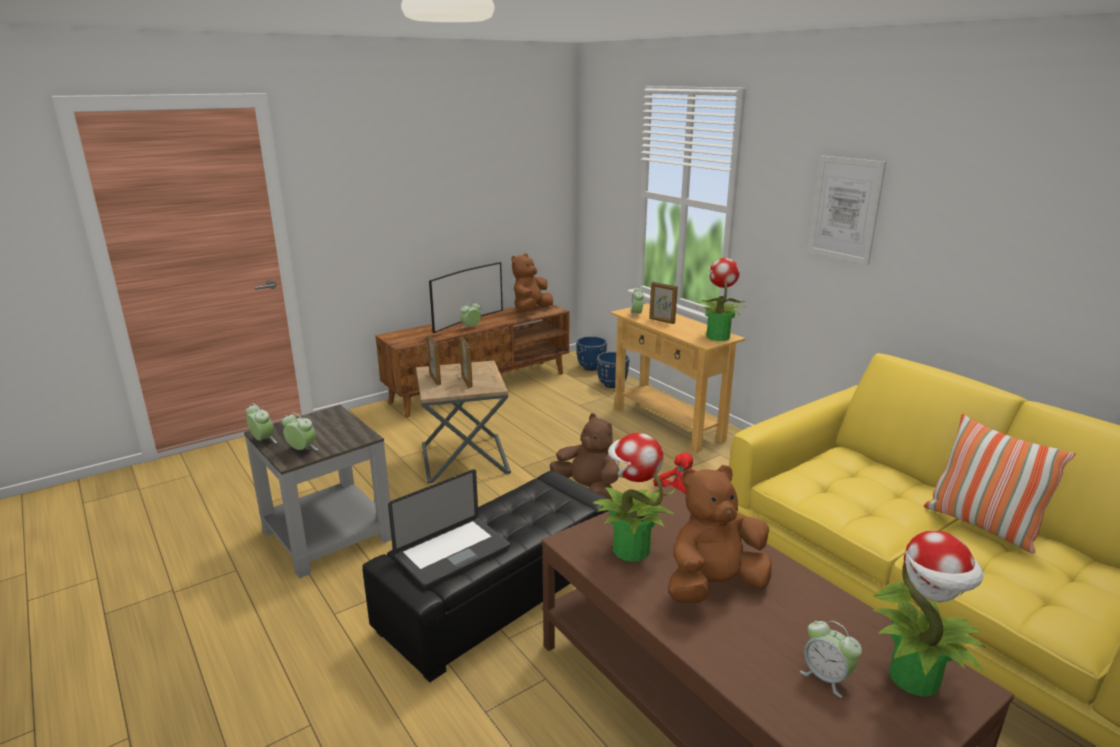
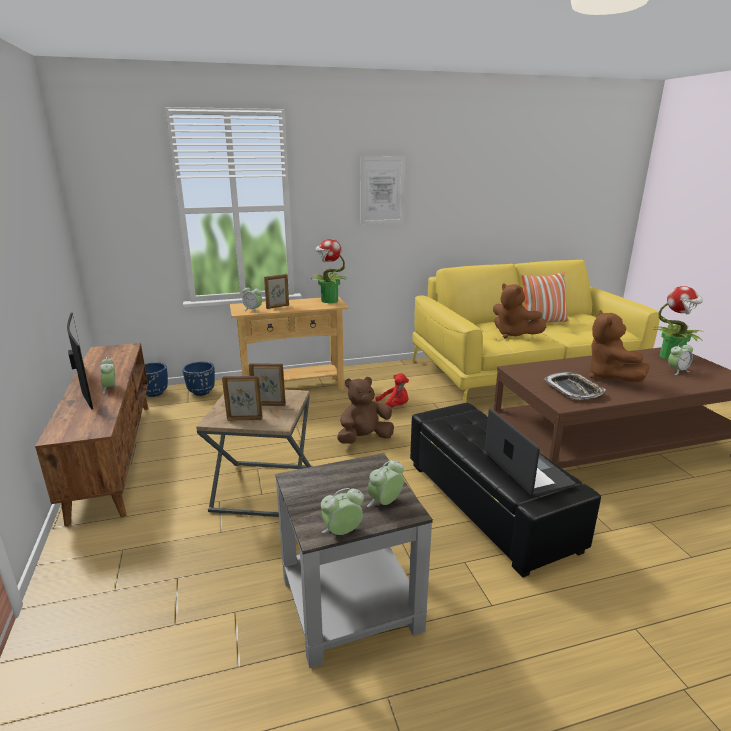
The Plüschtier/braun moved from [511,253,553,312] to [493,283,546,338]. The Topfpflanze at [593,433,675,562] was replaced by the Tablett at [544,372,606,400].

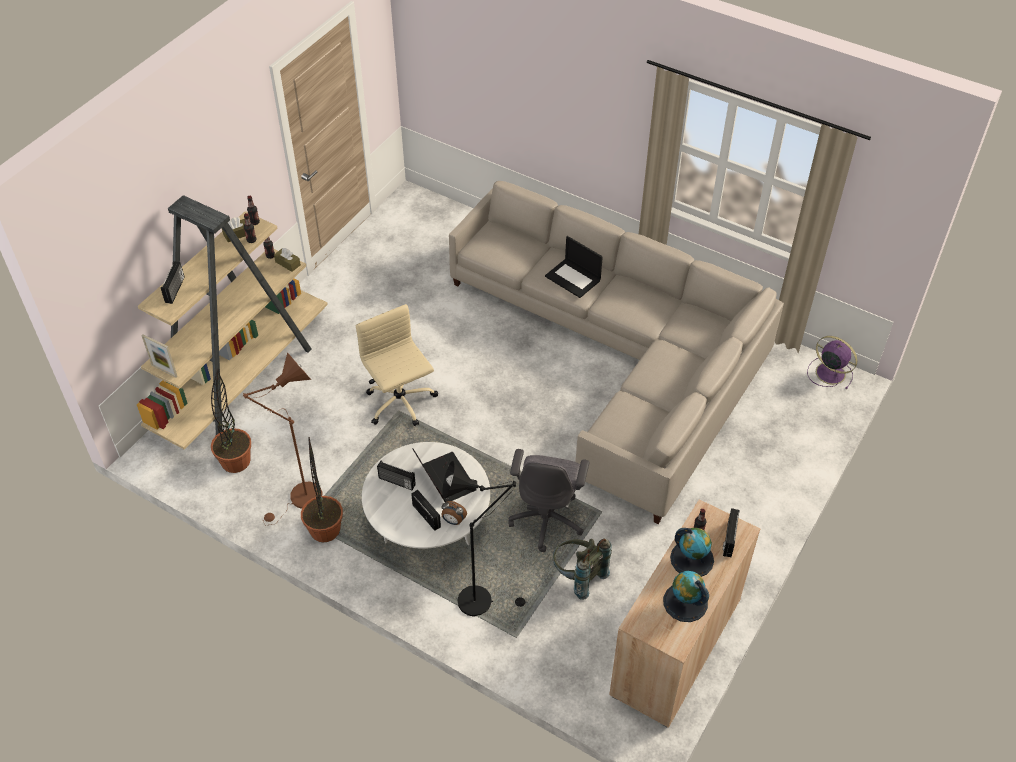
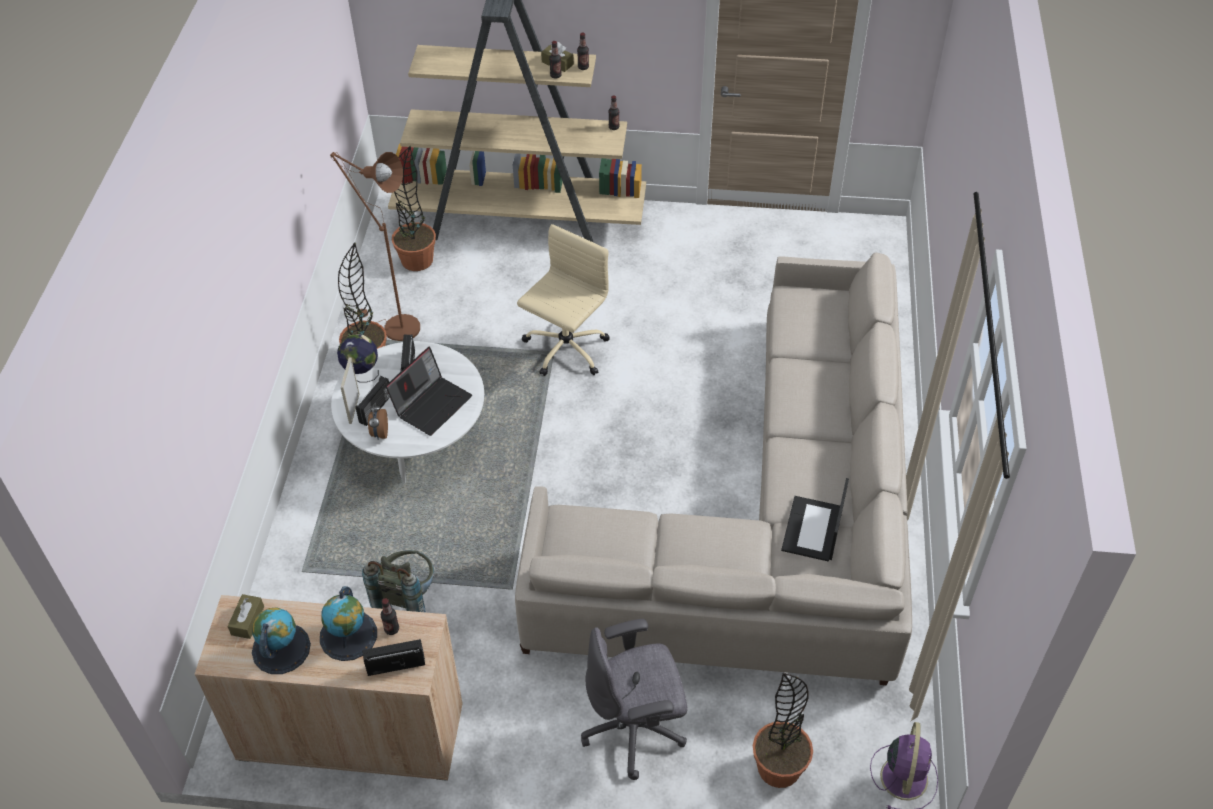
The Laptop moved from [545,236,603,298] to [781,478,849,561]. The Taschentuchbox/braun moved from [274,248,301,272] to [227,594,264,639]. The Radio at [161,261,185,304] disappeared. The Bilderrahmen moved from [141,334,178,378] to [340,357,359,424]. The Bürostuhl/grau moved from [509,449,589,552] to [581,619,687,780]. The Stehlampe/schwarz at [442,461,526,617] disappeared. The Globus at [337,334,379,383] appeared. The Topfpflanze at [753,673,813,788] appeared.

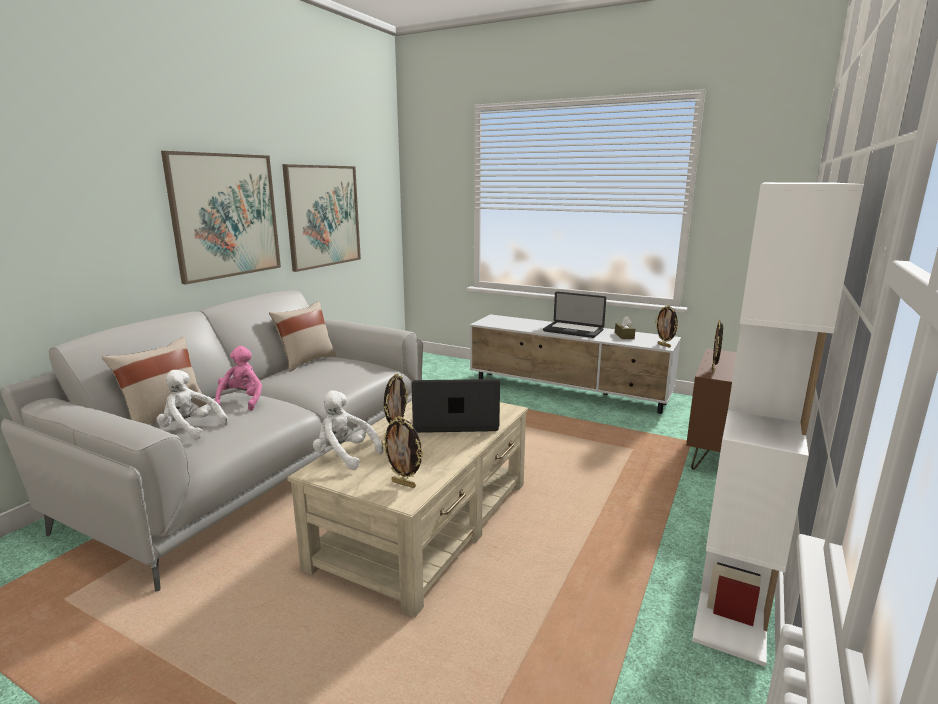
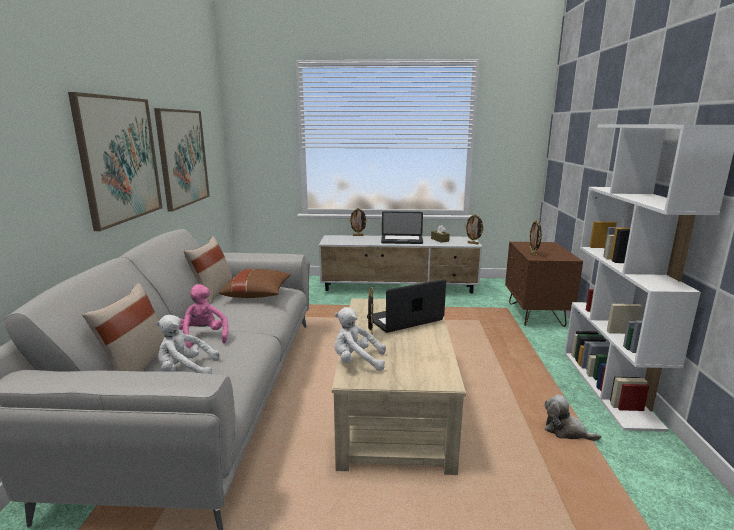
The Bilderrahmen moved from [381,417,423,488] to [349,208,367,236]. The Kissen/braun at [219,269,291,298] appeared. The Plüschtier at [544,394,601,441] appeared.

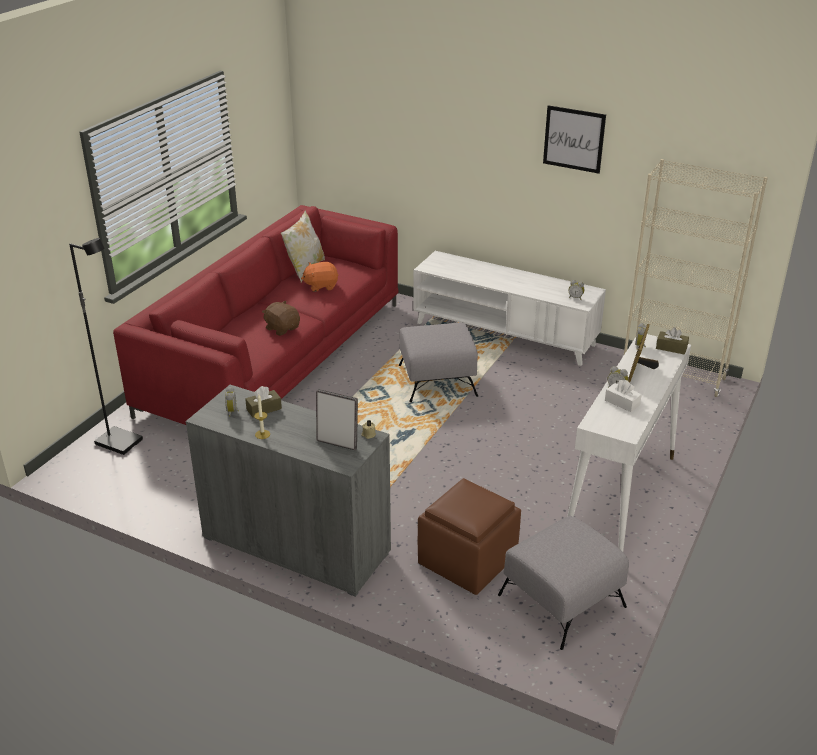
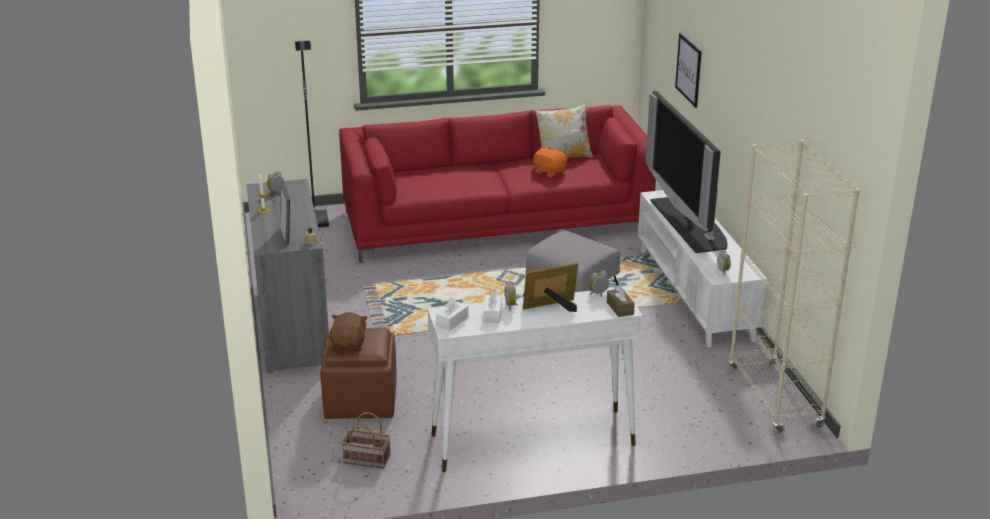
The Bild moved from [543,105,606,174] to [675,33,702,108]. The Plüschtier/braun moved from [262,300,300,336] to [330,312,368,351]. The Taschentuchbox/braun at [245,386,282,418] disappeared. The Polsterhocker/grau at [498,516,629,650] was replaced by the Korb at [341,412,390,469]. The Fernseher at [645,91,728,253] appeared. The Taschentuchbox/weiß at [436,297,469,331] appeared.

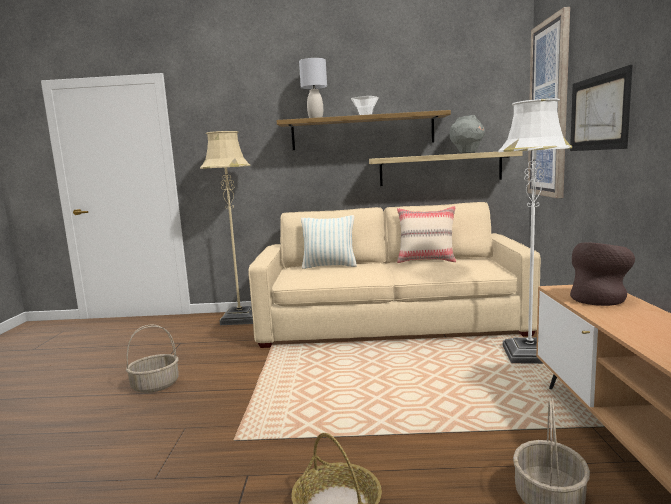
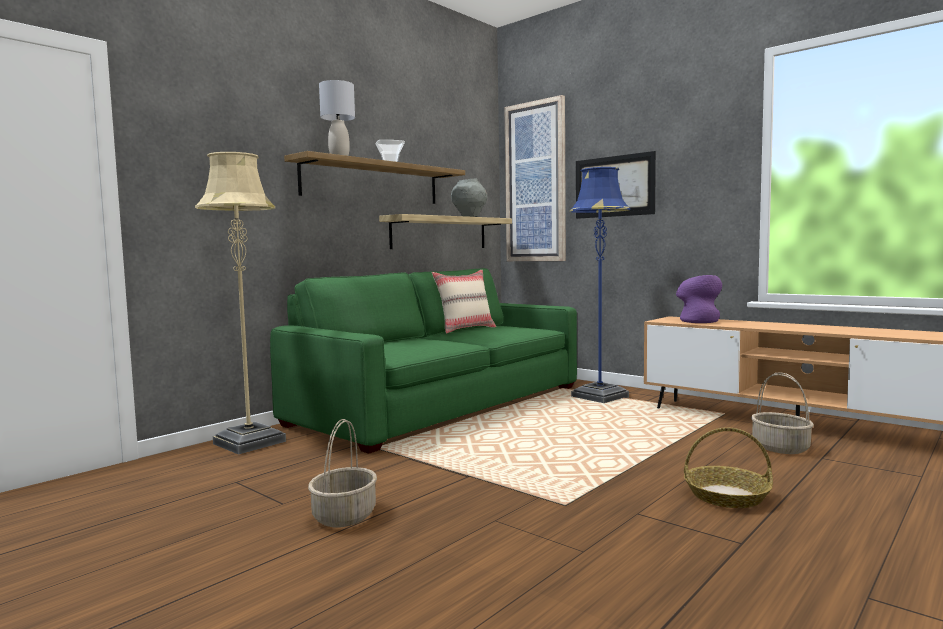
The Stehlampe/weiß at [498,98,572,364] became the Stehlampe/blau at [570,167,630,403]. The Sofa/beige at [248,202,541,348] became the Sofa/grün at [270,268,577,454]. The Kissen at [301,215,357,269] disappeared. The Vase/braun at [570,243,635,306] became the Vase/lila at [676,275,722,323].

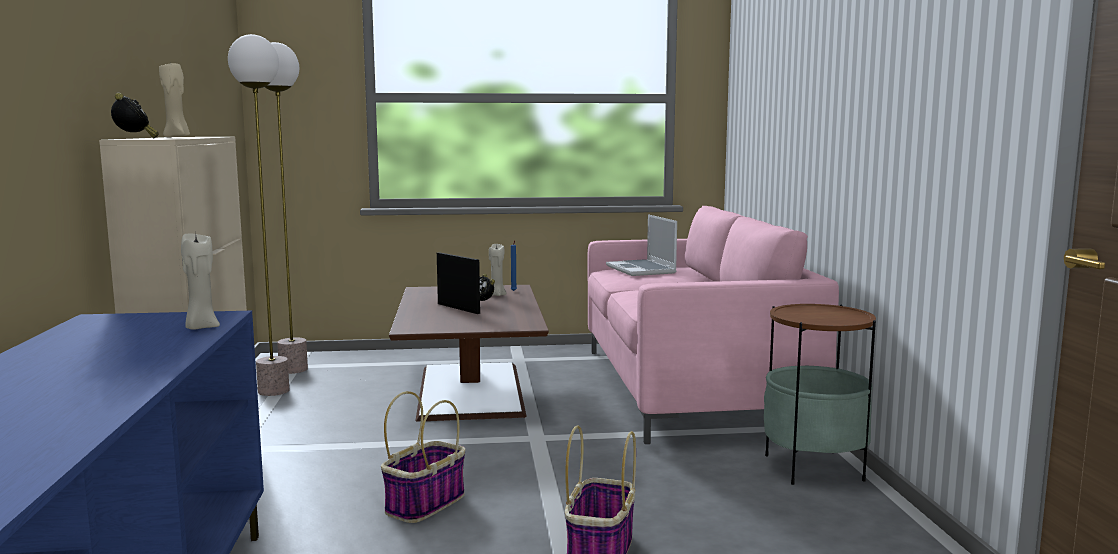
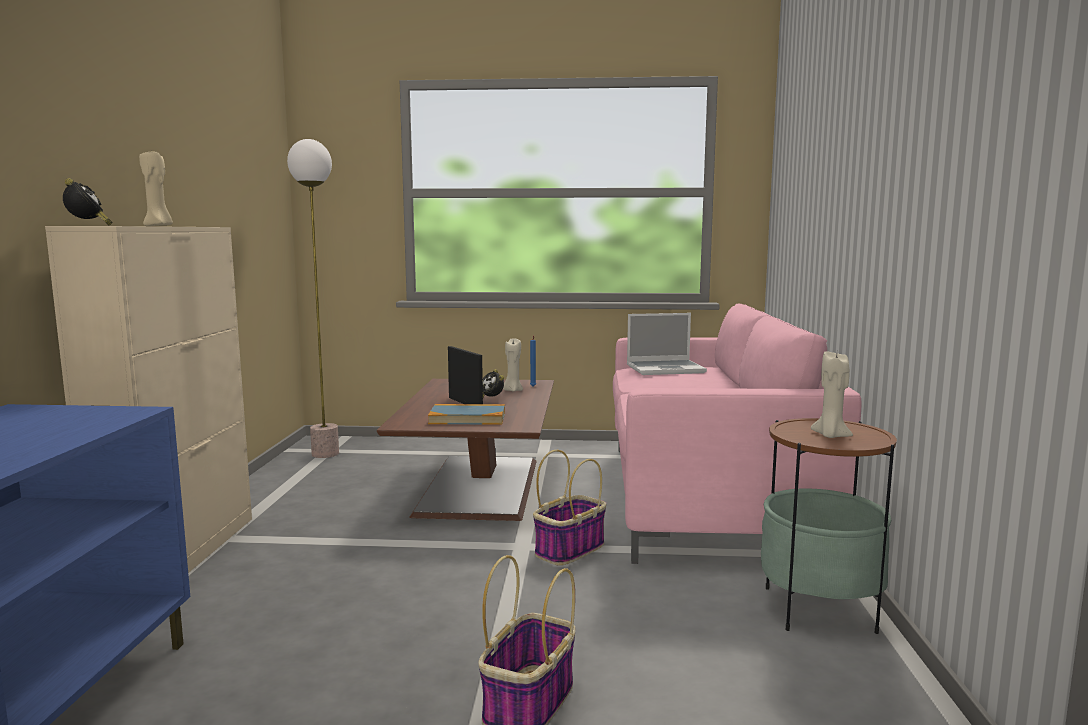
The Stehlampe at [228,34,289,396] disappeared. The Laptop at [606,214,677,276] turned 90 degrees counterclockwise. The Kerze/beige moved from [181,234,220,330] to [811,351,853,438]. The Korb moved from [381,391,466,523] to [533,450,606,566]. The Buch at [428,404,505,424] appeared.

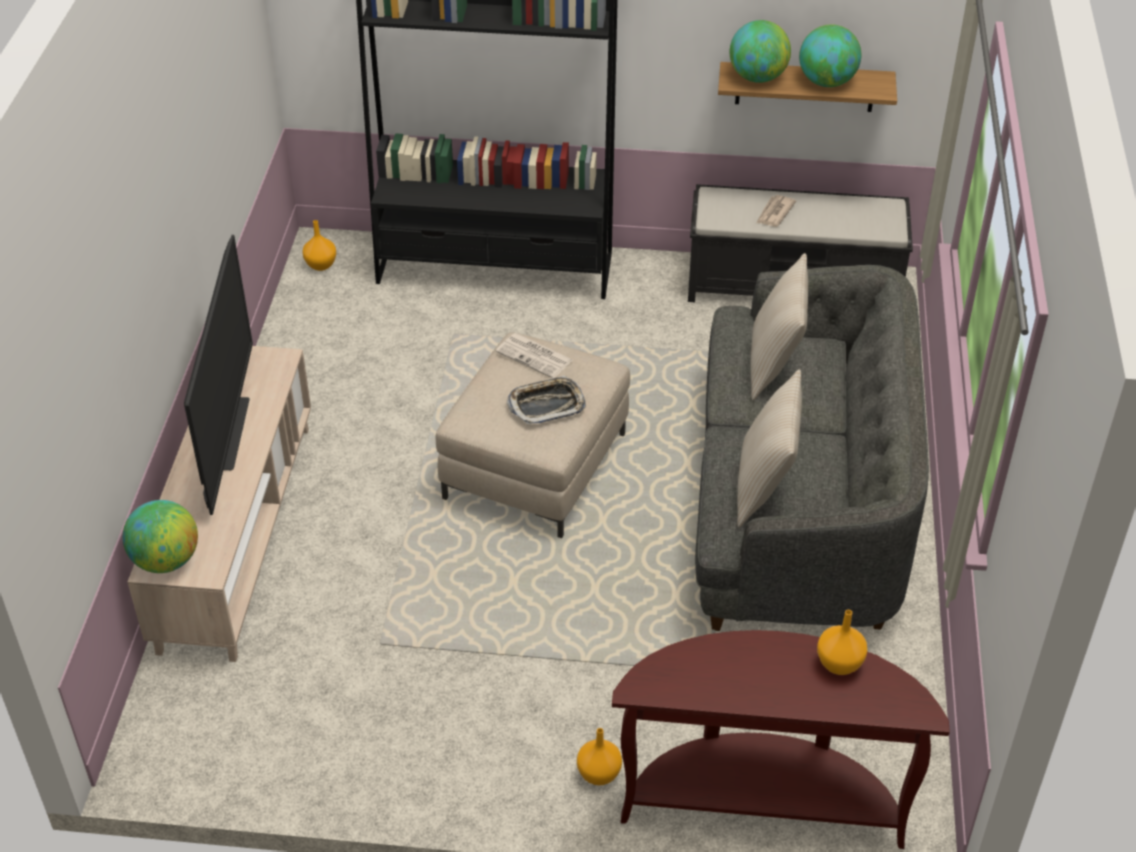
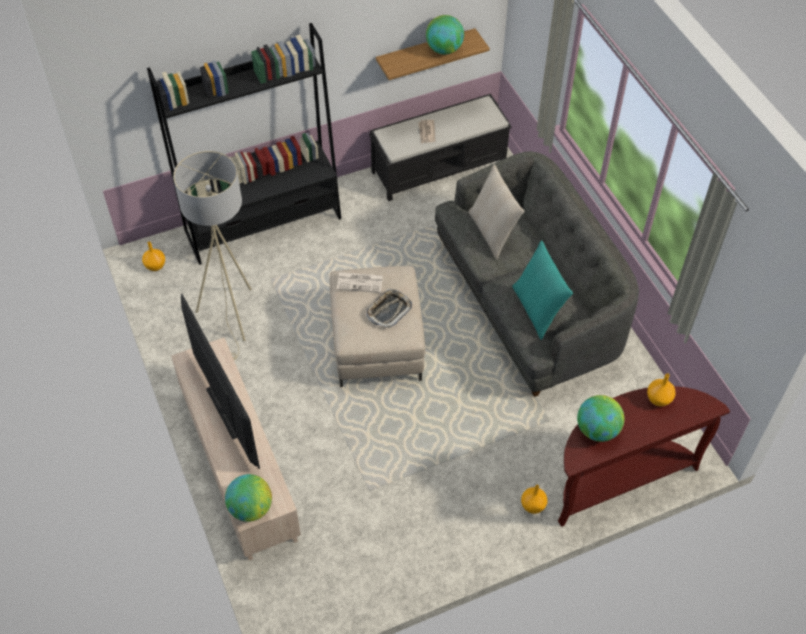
The Globus moved from [730,20,791,83] to [577,395,624,442]. The Kissen/beige at [737,369,802,527] became the Kissen/türkis at [512,240,573,340]. The Stehlampe/beige at [173,151,252,360] appeared.

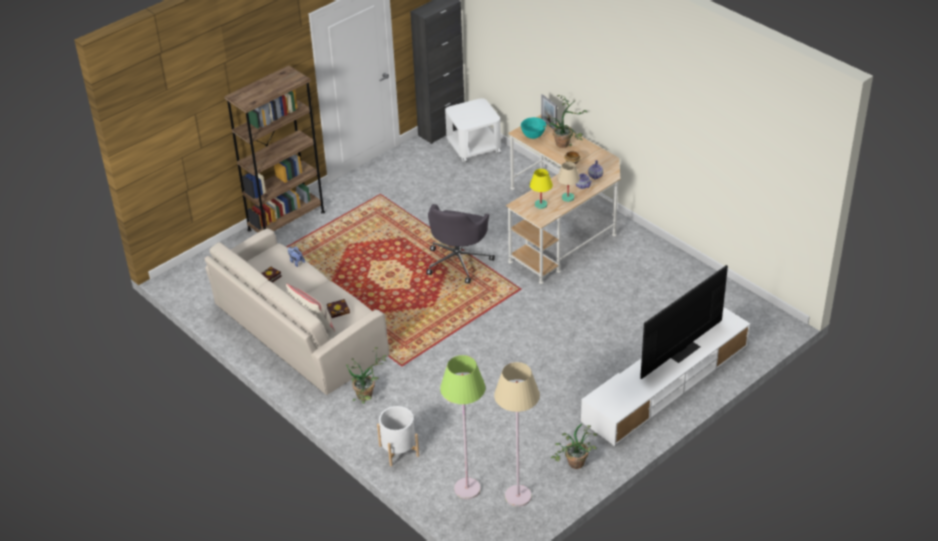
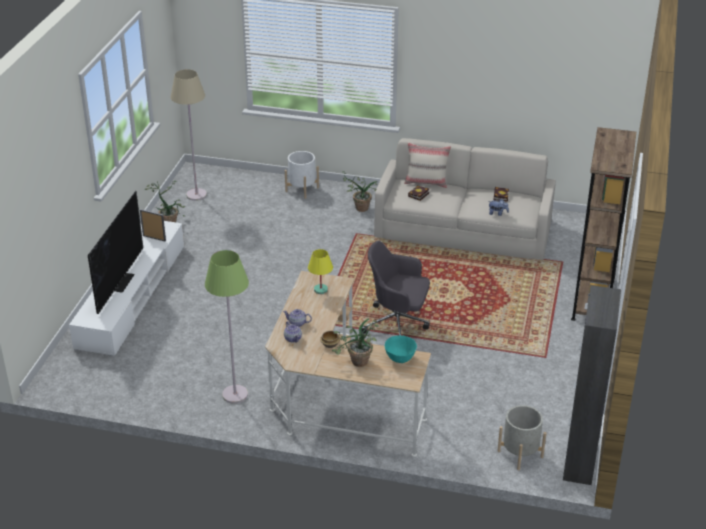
The Bilderrahmen moved from [541,94,557,129] to [140,209,166,241]. The Beistelltisch/weiß at [445,98,501,163] was replaced by the Pflanzkübel/grau at [497,405,546,470]. The Tischlampe/beige at [557,162,580,202] disappeared. The Bürostuhl/grau at [426,204,495,284] turned 60 degrees counterclockwise. The Stehlampe/grün moved from [440,355,486,499] to [205,250,249,404].

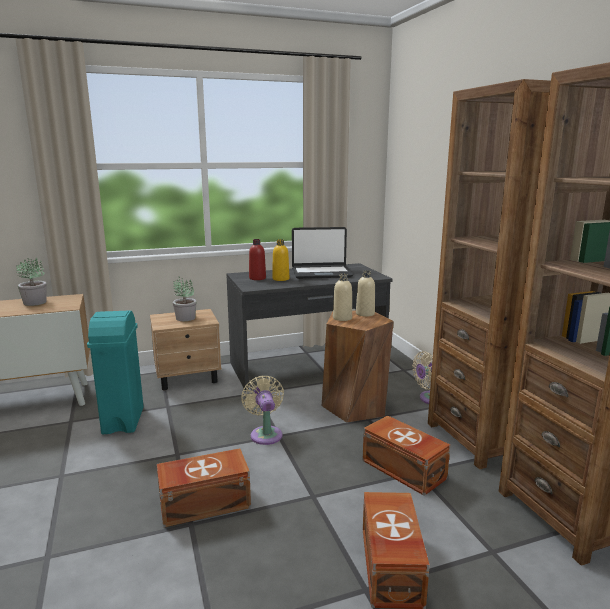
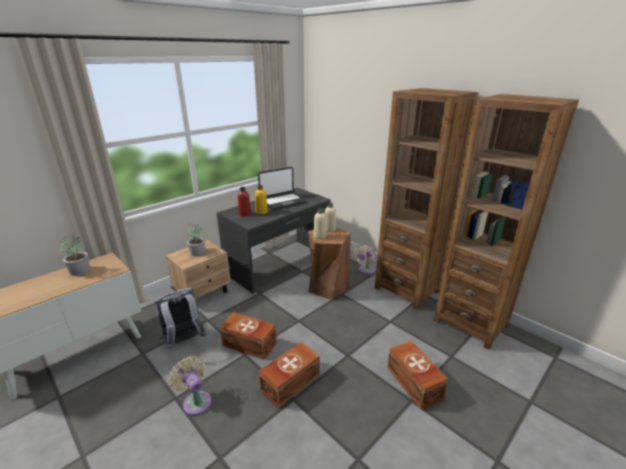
The Mülleimer/türkis at [87,311,144,434] was replaced by the Rucksack/grau at [154,288,207,349]. The Ventilator/beige moved from [241,376,284,445] to [168,356,211,416]. The Aufbewahrungsbox/braun moved from [362,415,450,496] to [220,312,276,360].

